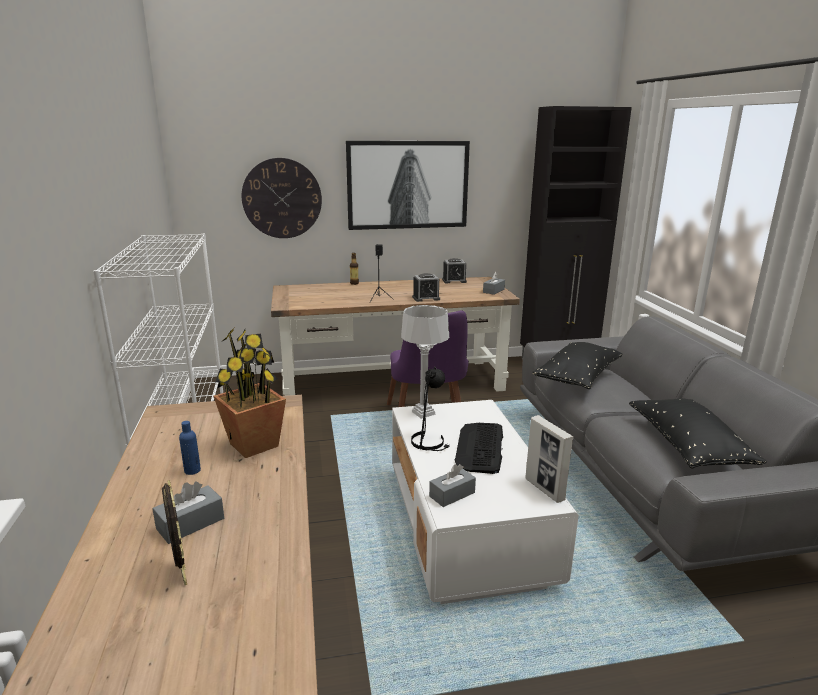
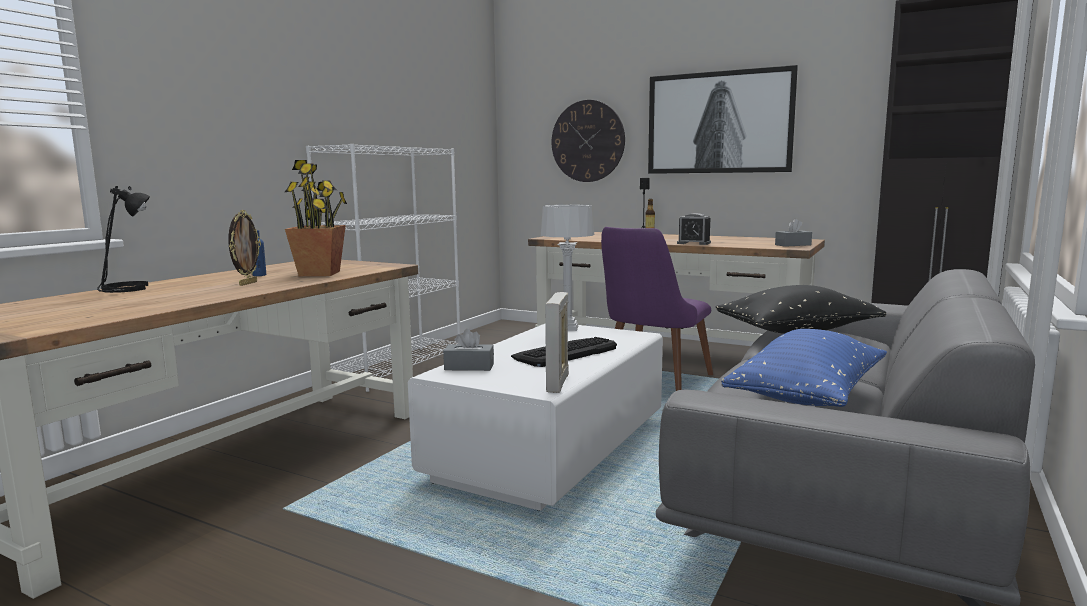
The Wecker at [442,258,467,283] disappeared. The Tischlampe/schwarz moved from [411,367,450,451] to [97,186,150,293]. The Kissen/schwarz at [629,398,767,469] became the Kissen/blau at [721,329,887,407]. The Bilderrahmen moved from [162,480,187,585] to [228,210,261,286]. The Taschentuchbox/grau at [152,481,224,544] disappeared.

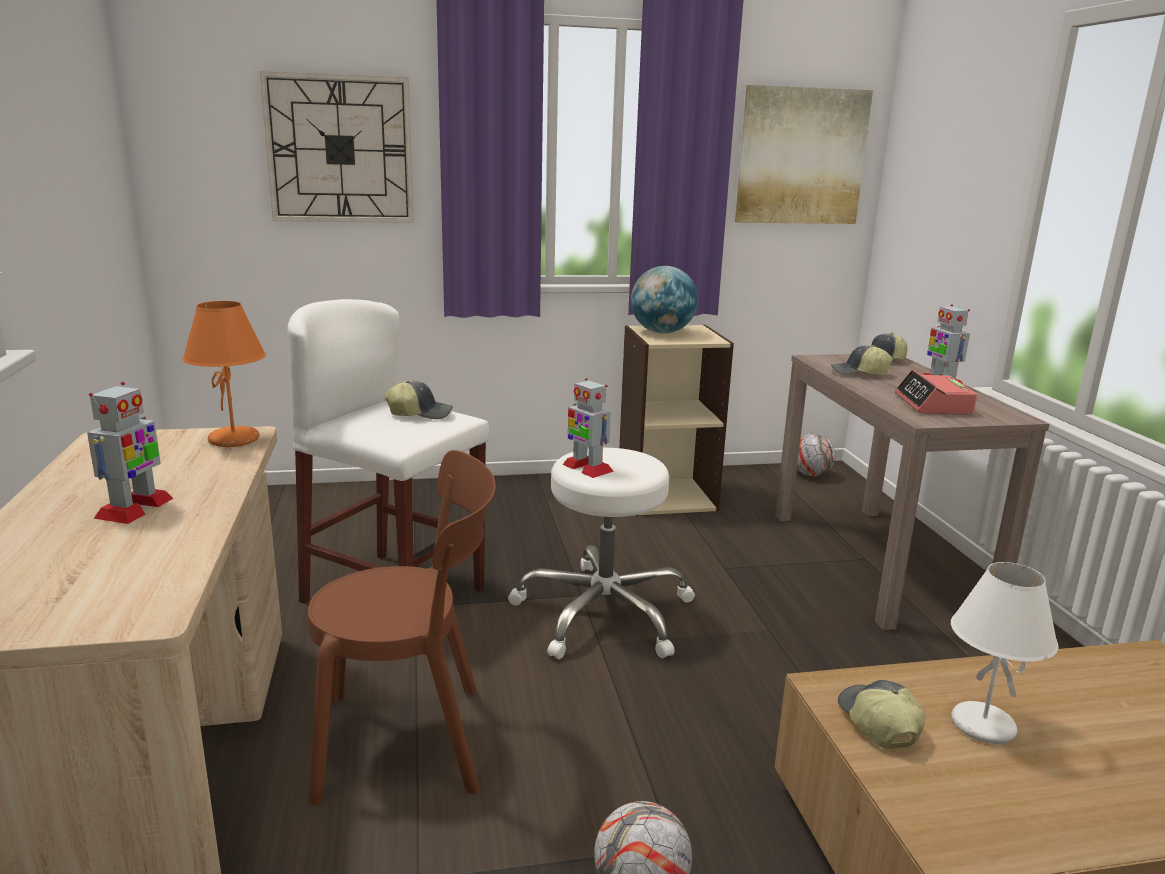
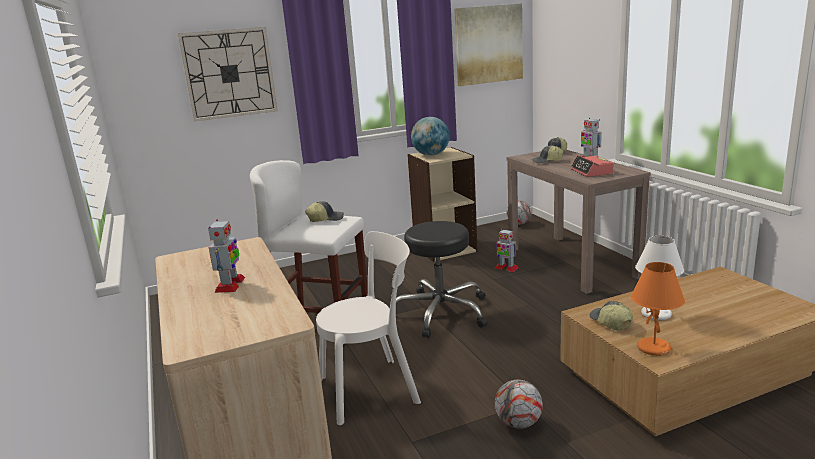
The Tischlampe/orange moved from [182,301,266,447] to [631,262,685,356]. The Spielzeugroboter moved from [562,378,614,478] to [495,229,519,272]. The Hocker/weiß at [508,448,695,659] became the Hocker/schwarz at [396,221,488,338]. The Stuhl/braun at [308,450,496,805] became the Stuhl/weiß at [316,231,421,425].

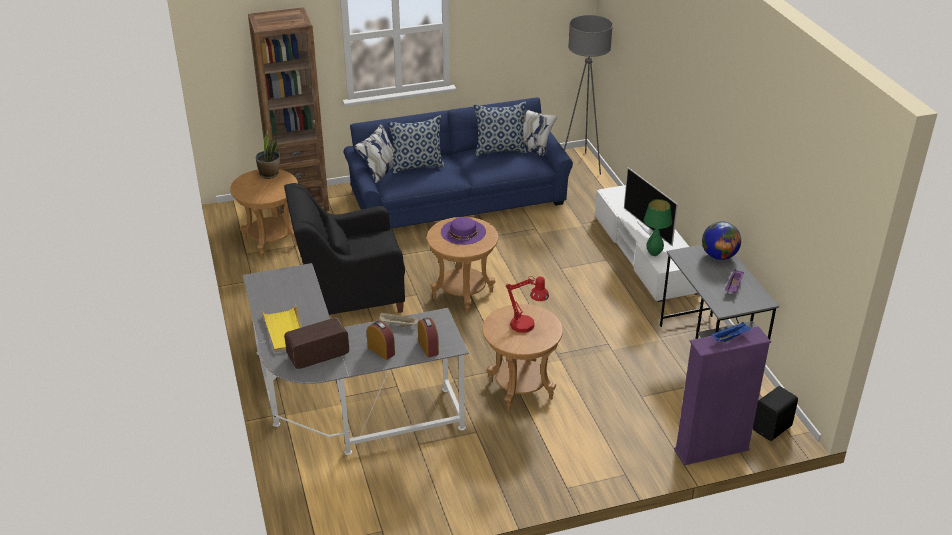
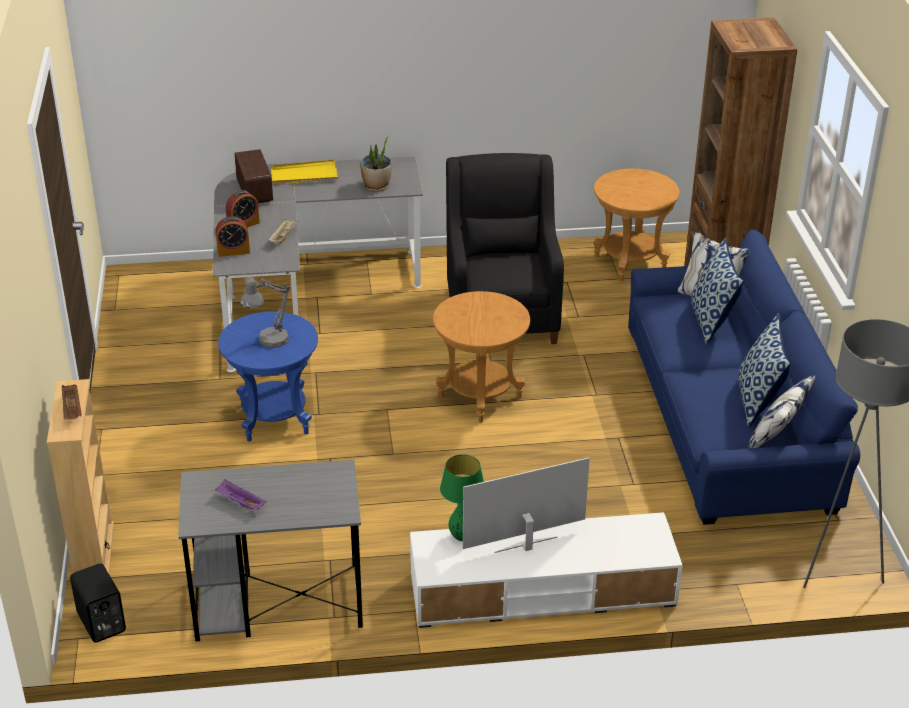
The Topfpflanze moved from [256,130,280,179] to [360,136,392,192]. The Hut/lila at [441,217,486,245] disappeared. The Globus at [702,221,741,260] disappeared. The Tischlampe/rot at [506,276,549,333] became the Tischlampe/grau at [240,276,291,348]. The Beistelltisch/braun at [483,304,563,411] became the Beistelltisch/blau at [218,311,318,441]. The Tablett/blau at [712,322,753,342] became the Tablett/braun at [62,385,82,420]. The Bücherregal/lila at [674,326,771,466] became the Bücherregal/beige at [47,379,114,573].

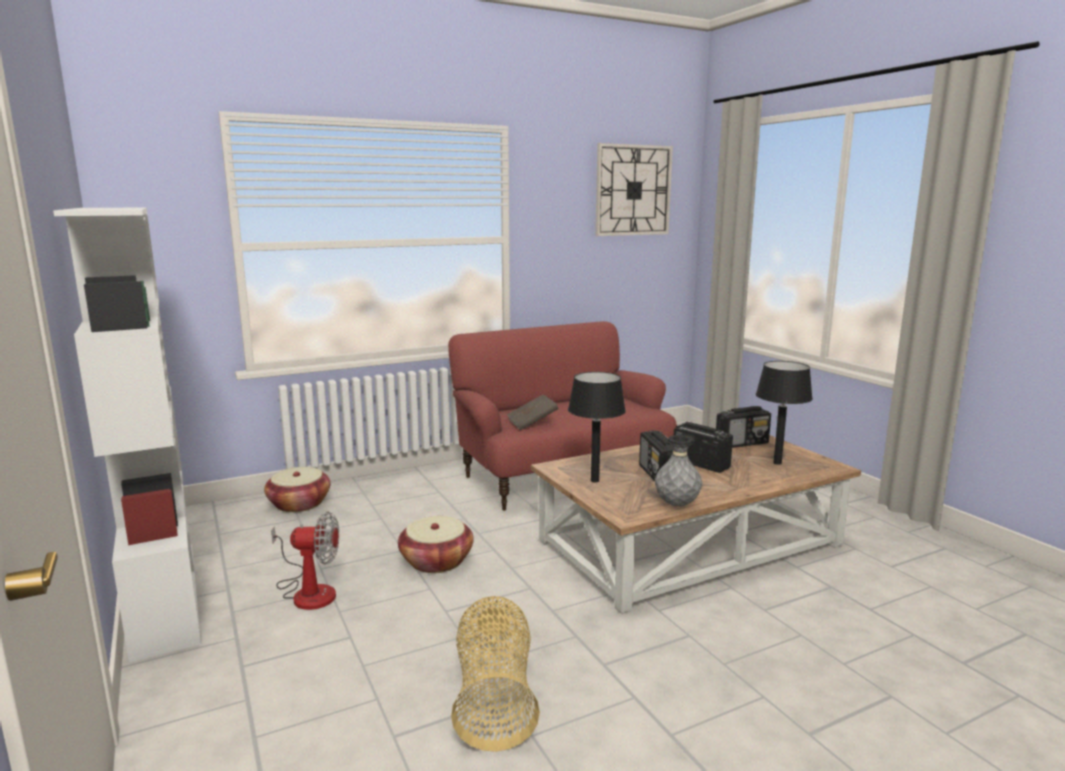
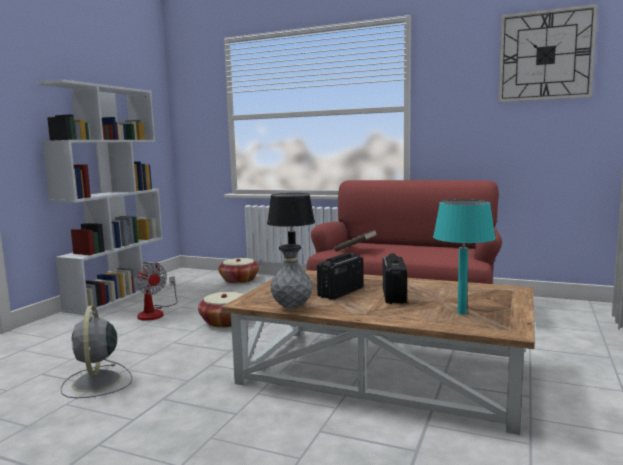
The Tischlampe/schwarz at [756,361,813,465] became the Tischlampe/türkis at [433,200,496,315]. The Radio at [716,406,771,448] disappeared. The Korb at [451,596,540,752] was replaced by the Ventilator/grau at [60,305,132,398].

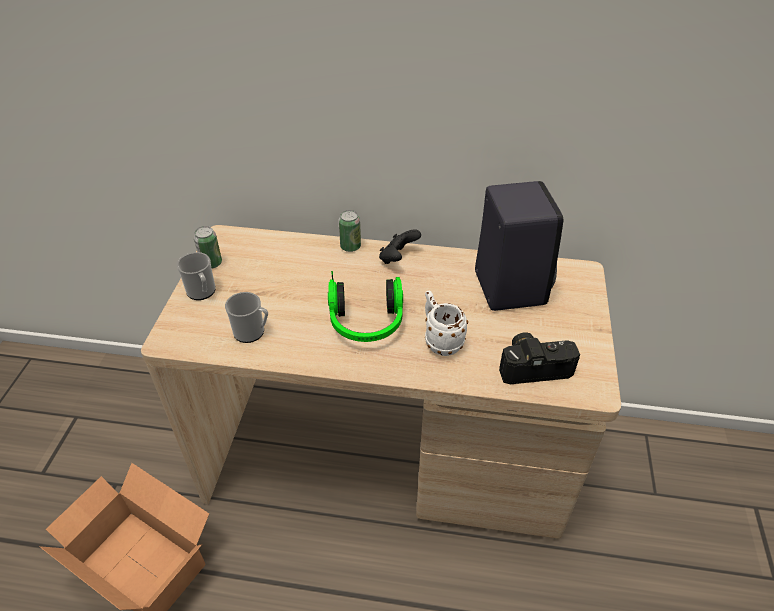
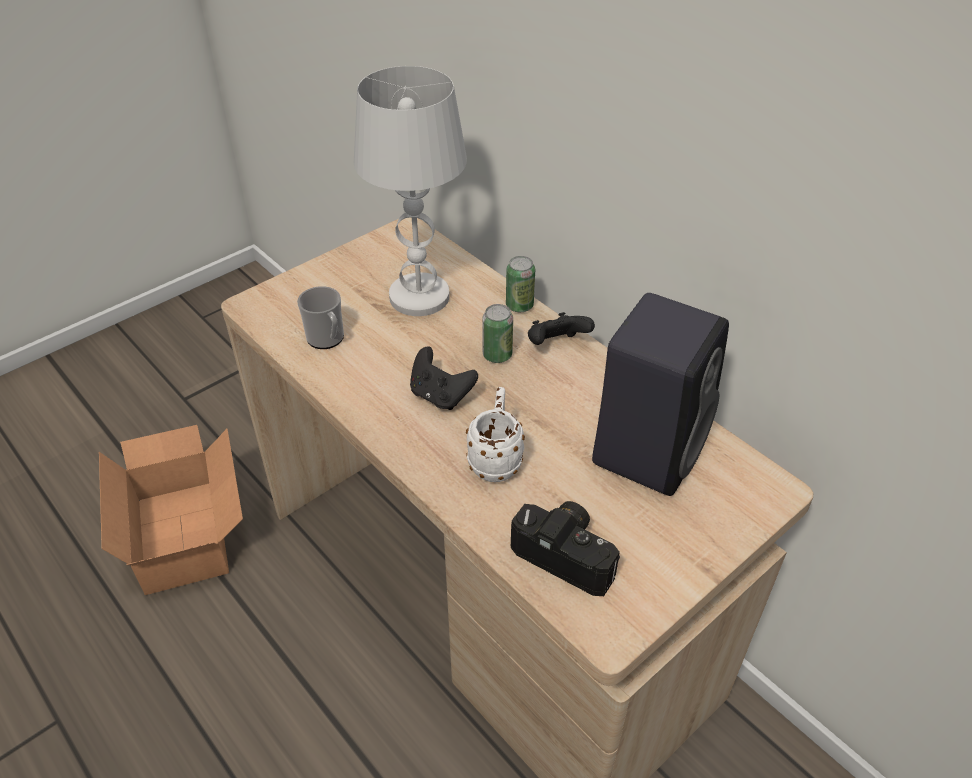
The Dose moved from [194,226,222,269] to [482,304,513,363]. The Henkelbecher at [177,252,216,300] disappeared. The Kopfhörer at [328,271,403,342] was replaced by the Gamepad/schwarz at [410,346,478,410]. The Tischlampe/weiß at [354,66,467,316] appeared.

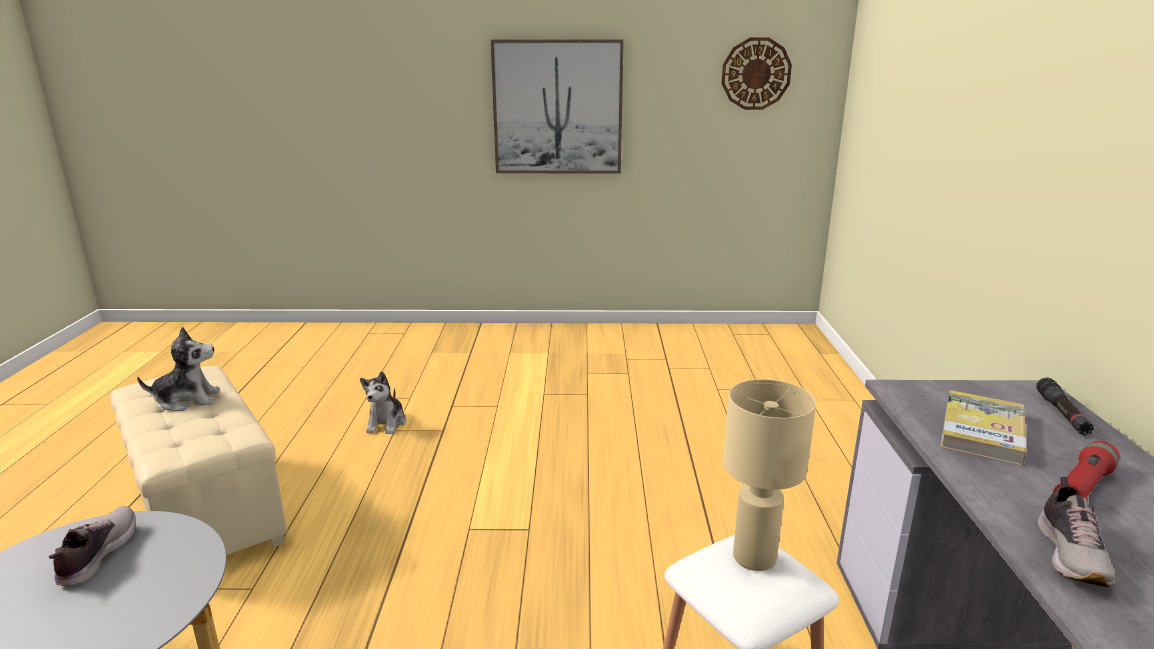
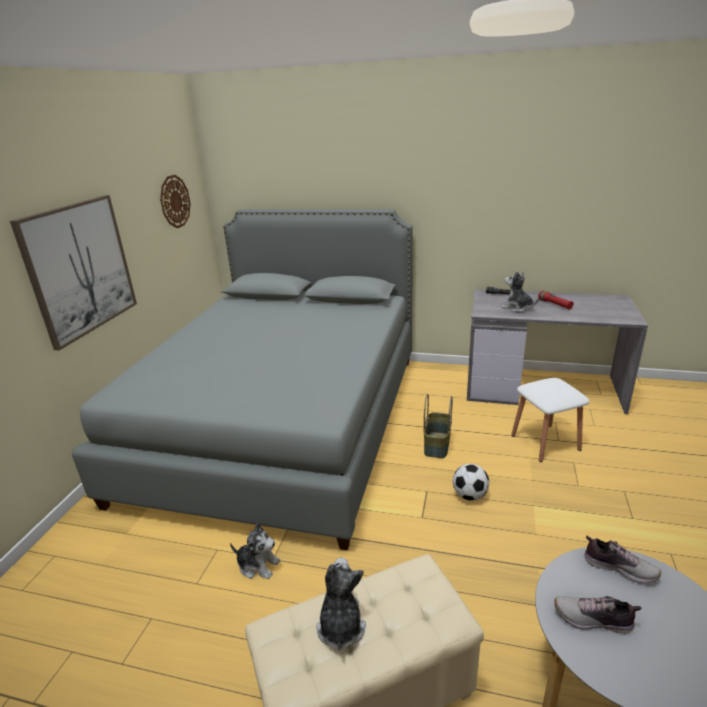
The Tischlampe/beige at [723,379,816,571] disappeared. The Buch at [940,390,1027,466] was replaced by the Plüschtier at [502,271,539,313]. The Schuh moved from [1038,476,1115,587] to [585,536,661,584]. The Bett/grau at [72,209,413,551] appeared. The Korb at [424,394,453,458] appeared. The Fußball at [453,464,489,501] appeared.

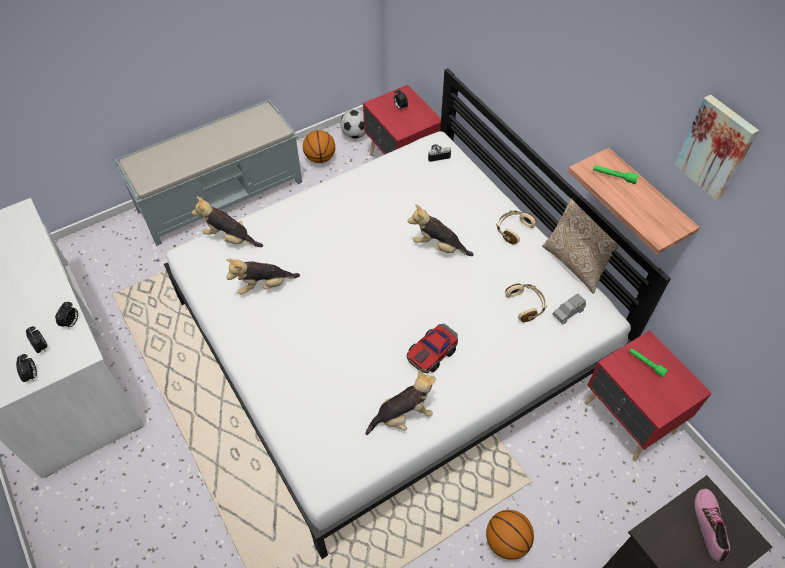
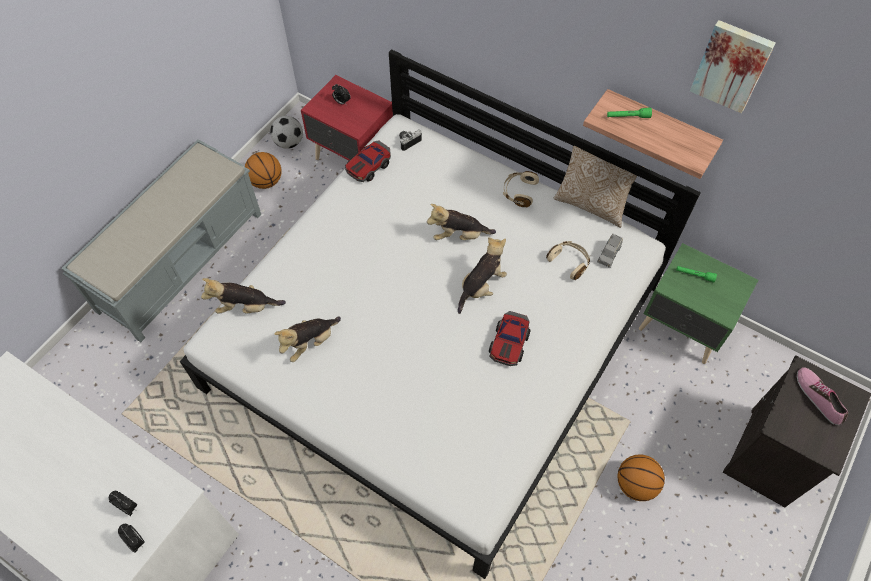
The Wecker at [55,302,78,328] disappeared. The Nachttisch/rot at [584,330,712,461] became the Nachttisch/grün at [639,243,758,364]. The Plüschtier moved from [365,370,436,435] to [458,237,507,314]. The Spielzeugauto at [345,140,391,182] appeared.

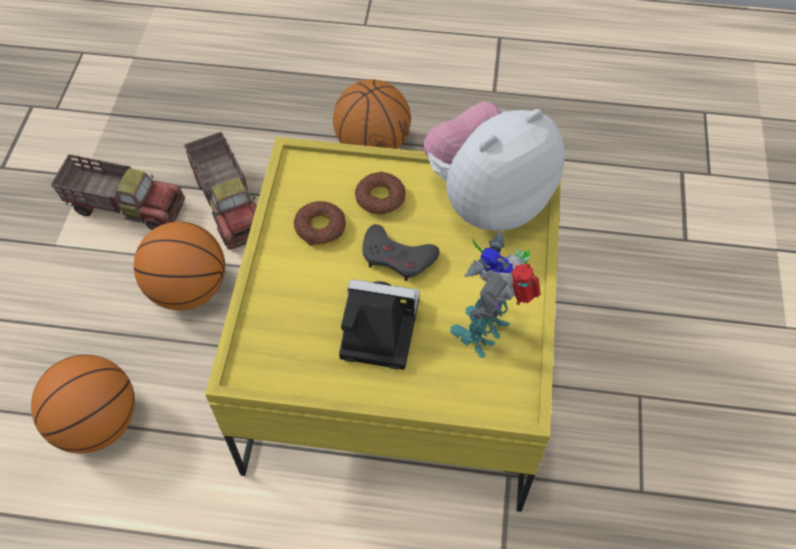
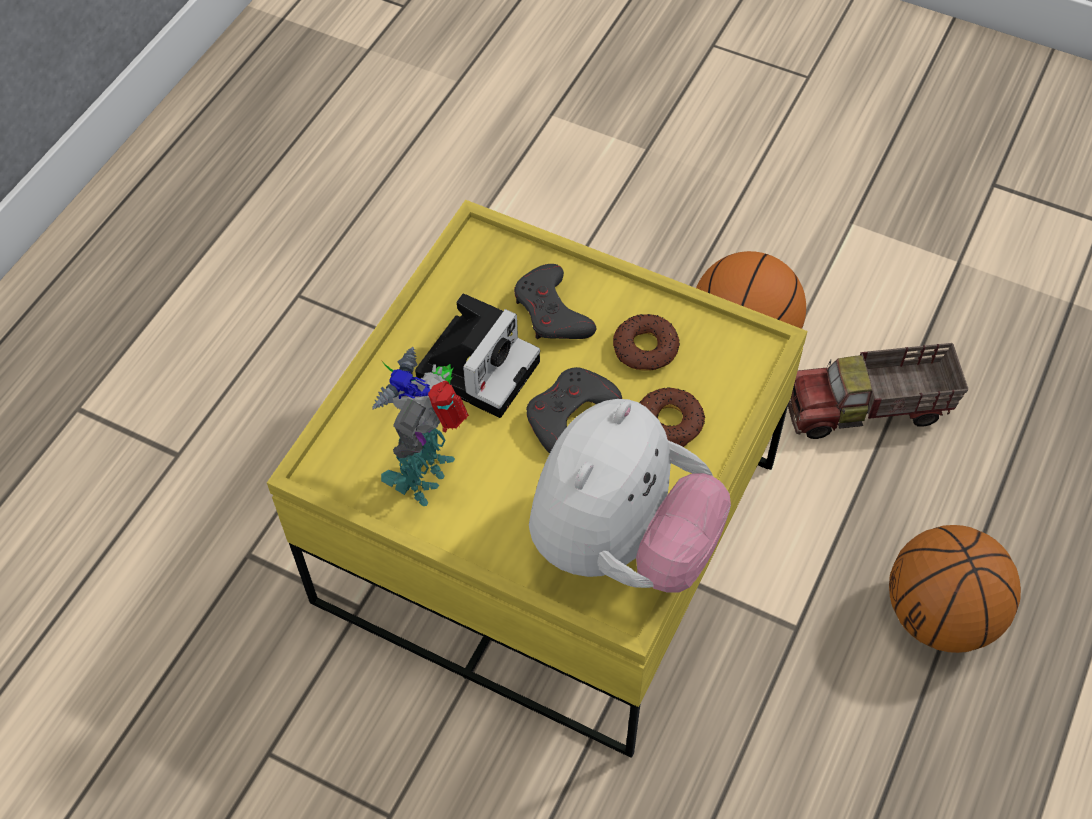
The Plüschtier at [423,102,565,230] turned 45 degrees clockwise. The Spielzeuglaster at [51,154,185,230] disappeared. The Spielzeugroboter at [450,232,541,358] turned 120 degrees counterclockwise. The Basketball at [31,355,135,453] disappeared. The Gamepad/grau at [514,264,596,339] appeared.

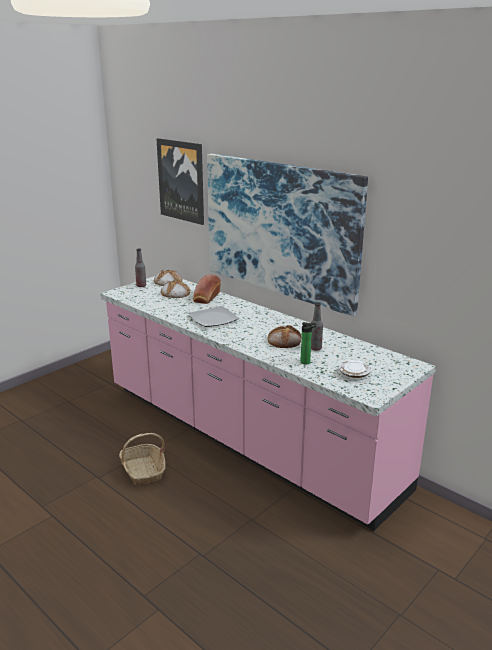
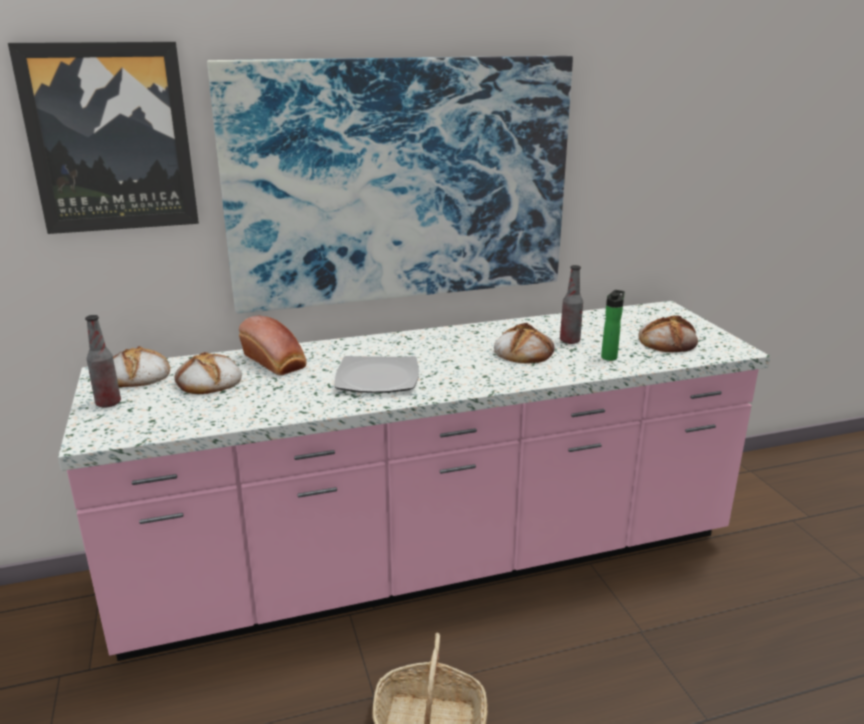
The Teller/weiß at [339,360,371,378] was replaced by the Brot at [638,315,698,352].

